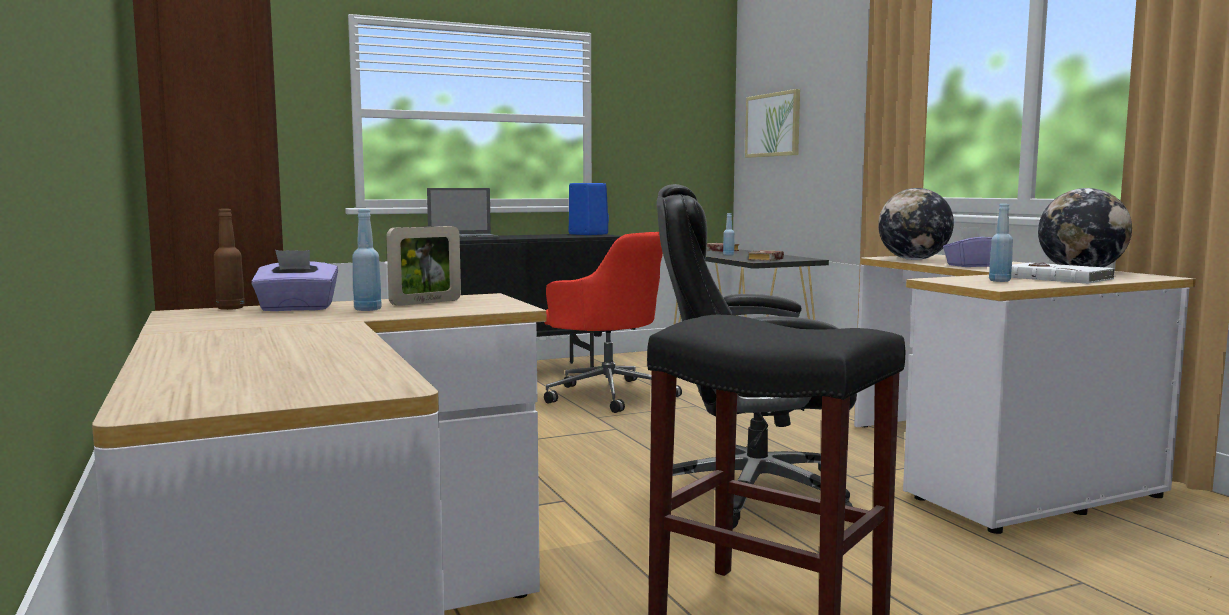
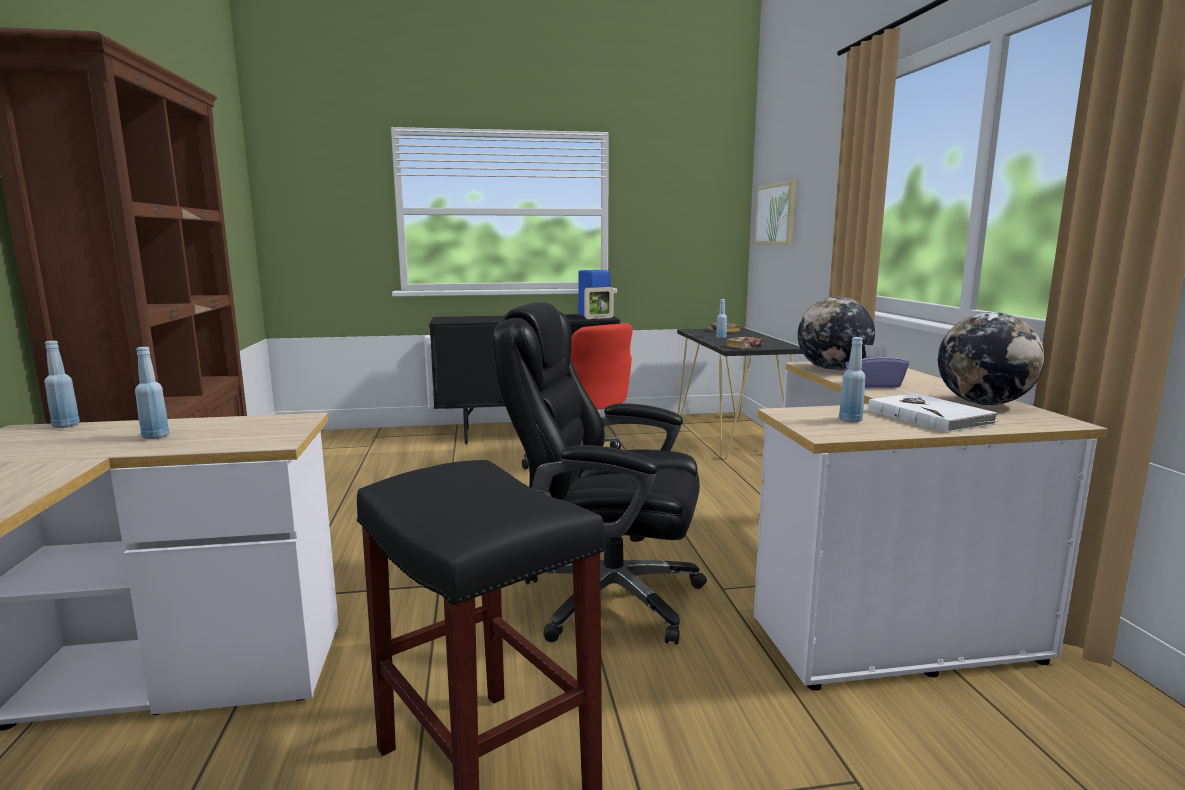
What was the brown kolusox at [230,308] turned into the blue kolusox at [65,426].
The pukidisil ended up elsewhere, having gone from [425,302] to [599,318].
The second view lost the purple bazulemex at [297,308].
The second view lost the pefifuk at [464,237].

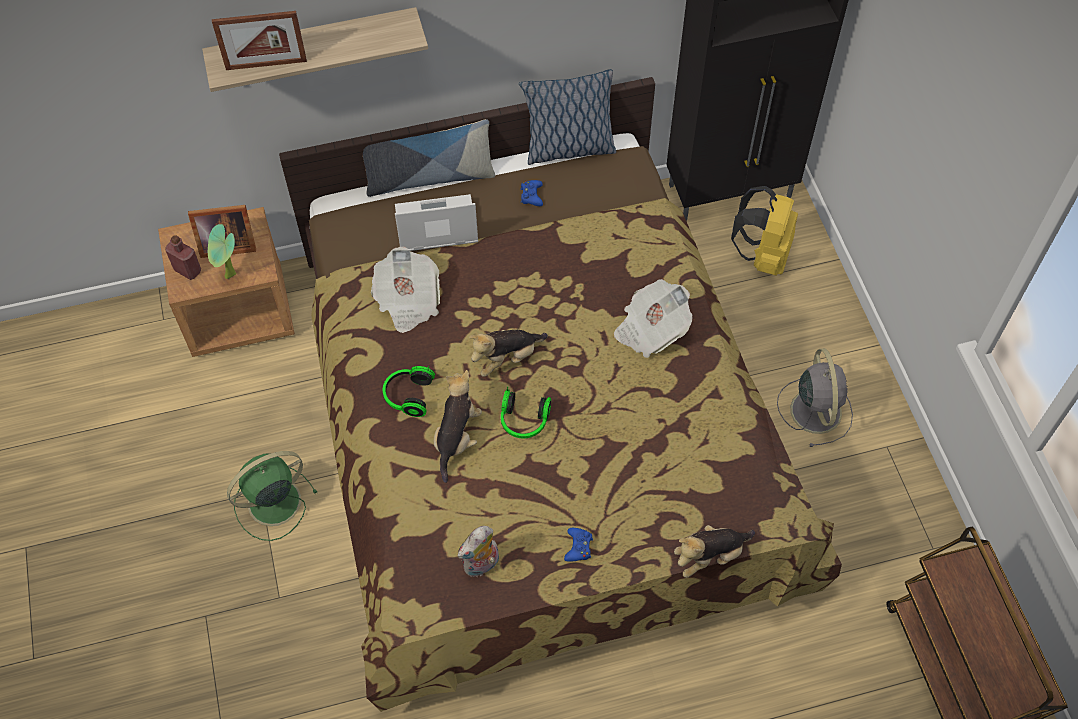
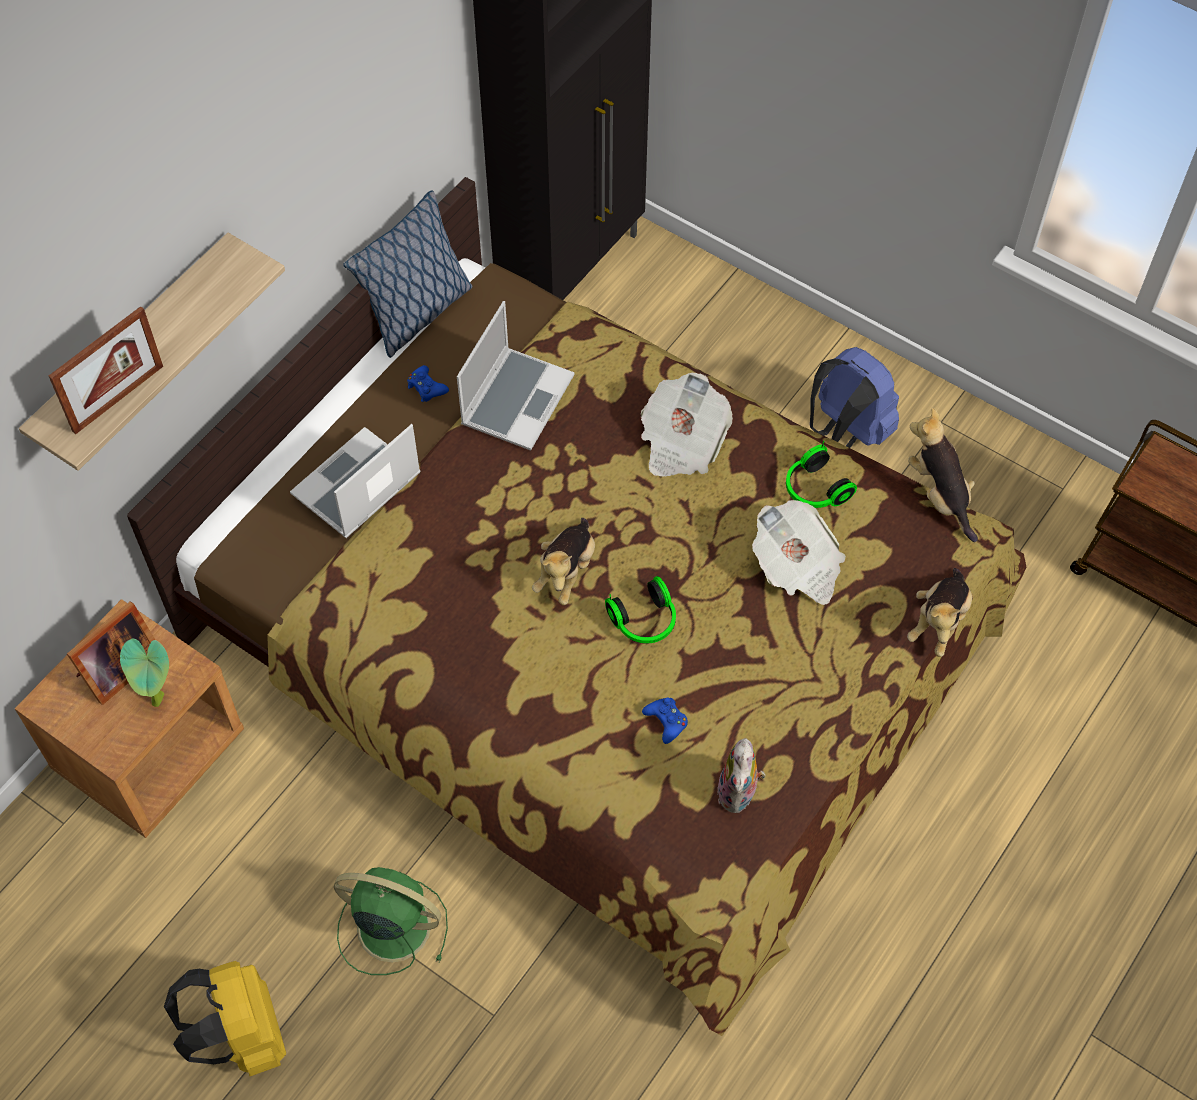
The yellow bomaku ended up elsewhere, having gone from [763,255] to [241,1036].
The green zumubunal at [272,503] ended up facing another way, 90 degrees clockwise from before.
The second view gained the pefifuk at [516,399].
The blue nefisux ended up elsewhere, having gone from [578,547] to [666,721].
The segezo ended up elsewhere, having gone from [408,301] to [797,567].
The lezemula ended up elsewhere, having gone from [408,396] to [814,490].
Where the grey zumubunal stood at [815,409], the blue bomaku came to stand at [846,431].
The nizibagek ended up elsewhere, having gone from [457,437] to [940,495].
The second view lost the red kolusox at [188,270].
The second view lost the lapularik at [429,178].

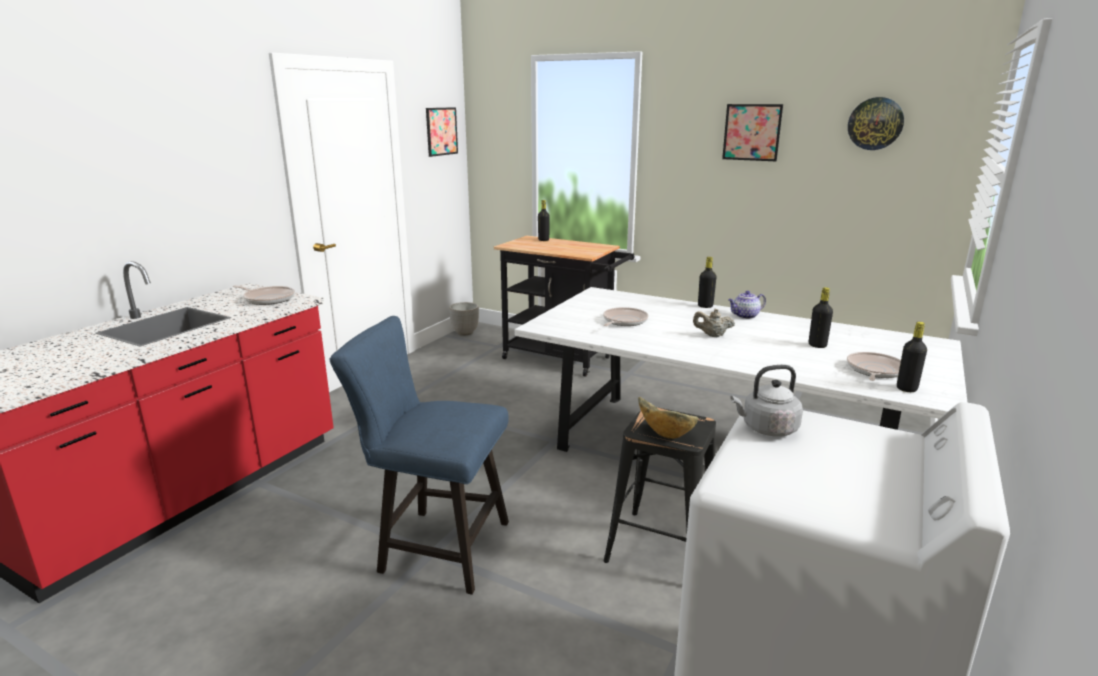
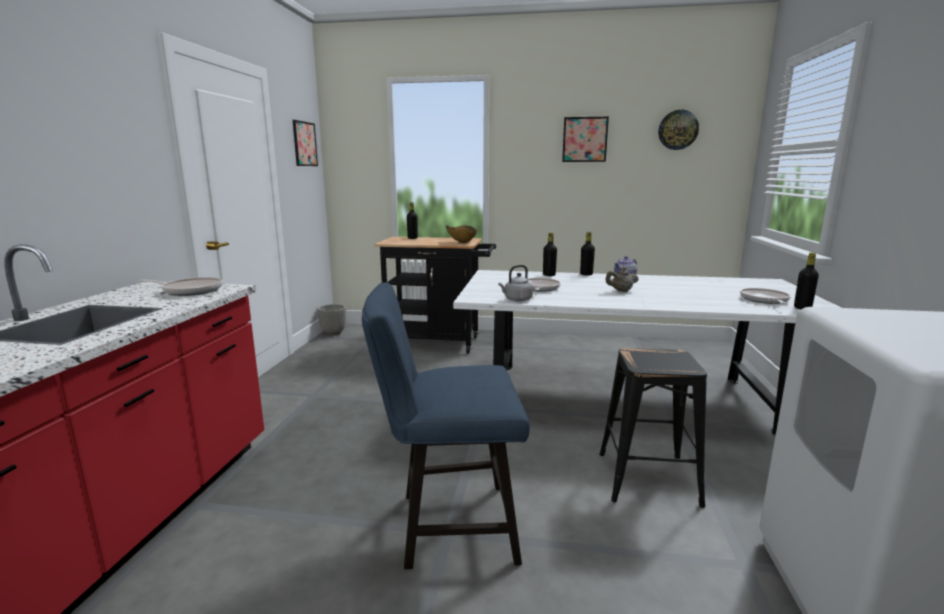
The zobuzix ended up elsewhere, having gone from [665,434] to [461,242].
The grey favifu ended up elsewhere, having gone from [766,429] to [517,300].
The black kolusox ended up elsewhere, having gone from [817,345] to [549,275].

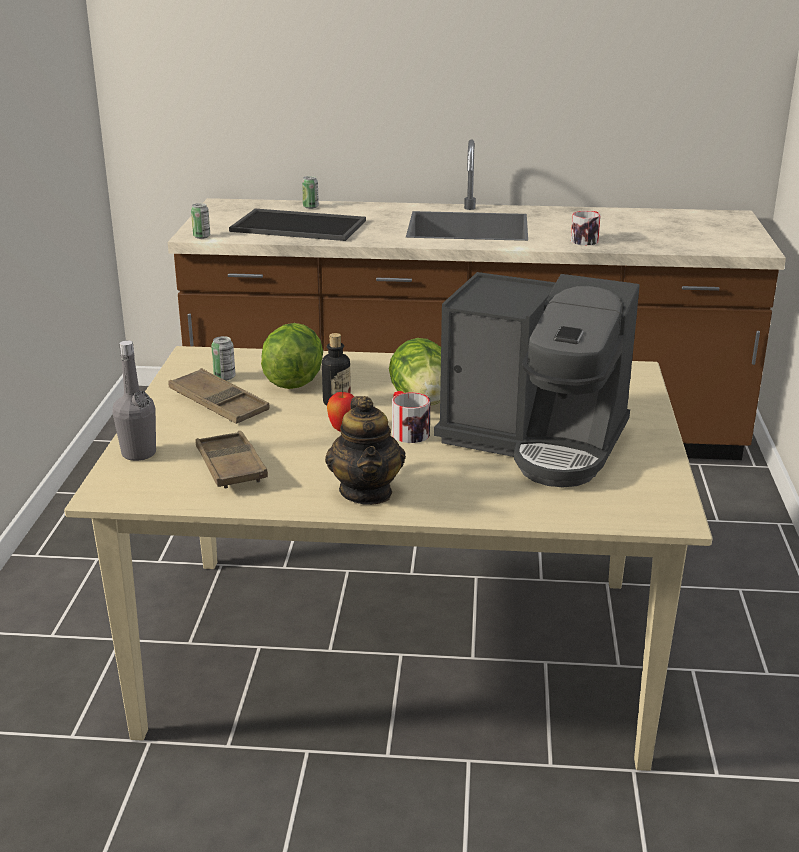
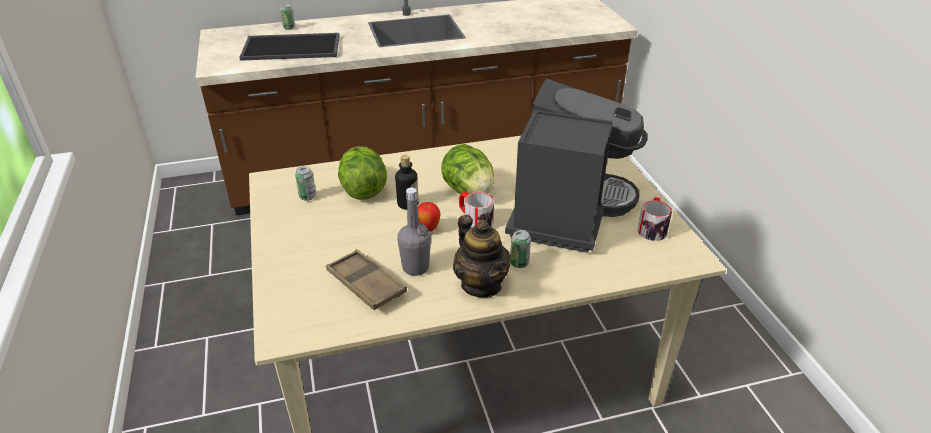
The grey kolusox ended up elsewhere, having gone from [139,453] to [415,267].
The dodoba at [536,441] ended up facing another way, 75 degrees counterclockwise from before.
The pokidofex ended up elsewhere, having gone from [201,236] to [519,263].
The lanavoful ended up elsewhere, having gone from [587,239] to [652,228].
The second view lost the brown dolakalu at [219,403].

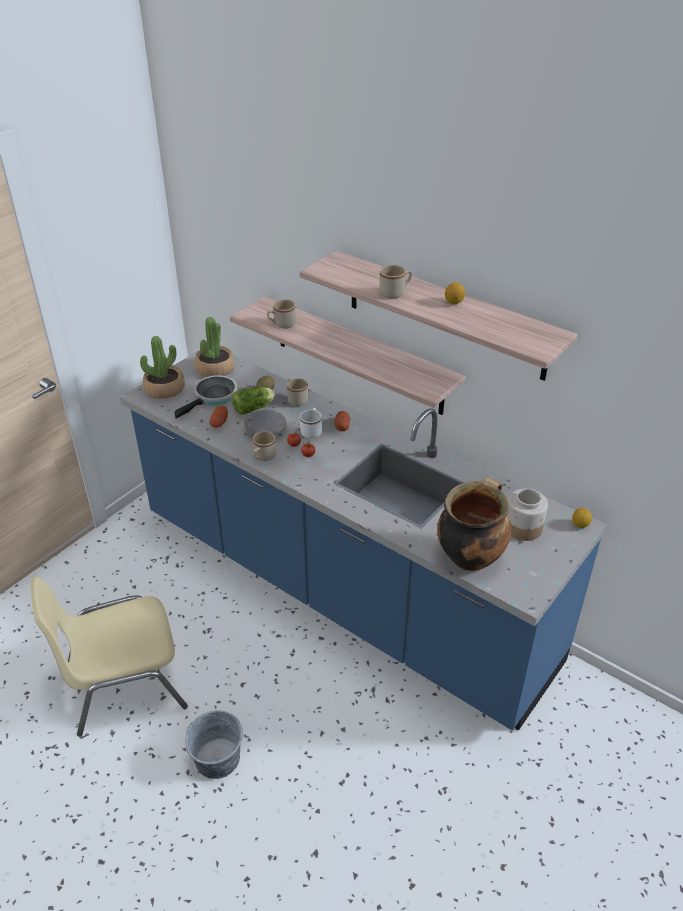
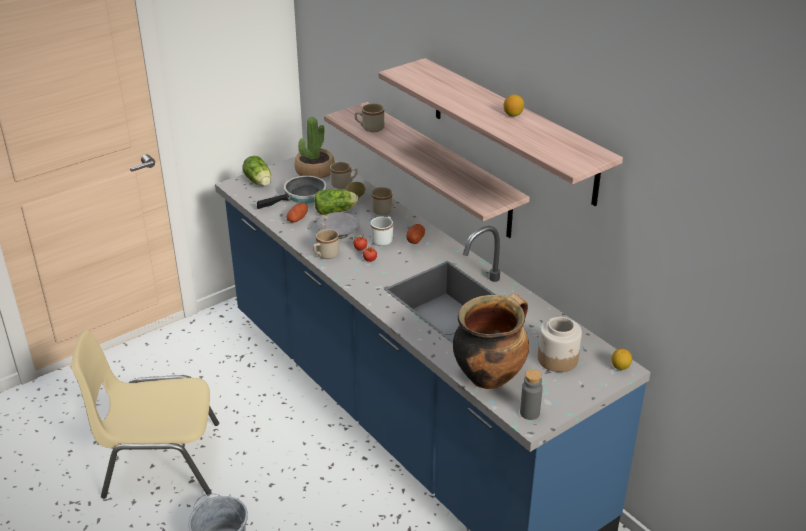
Where the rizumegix stood at [164,389], the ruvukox came to stand at [259,182].
The beige lanavoful ended up elsewhere, having gone from [395,293] to [344,184].
The second view gained the grey kolusox at [529,413].

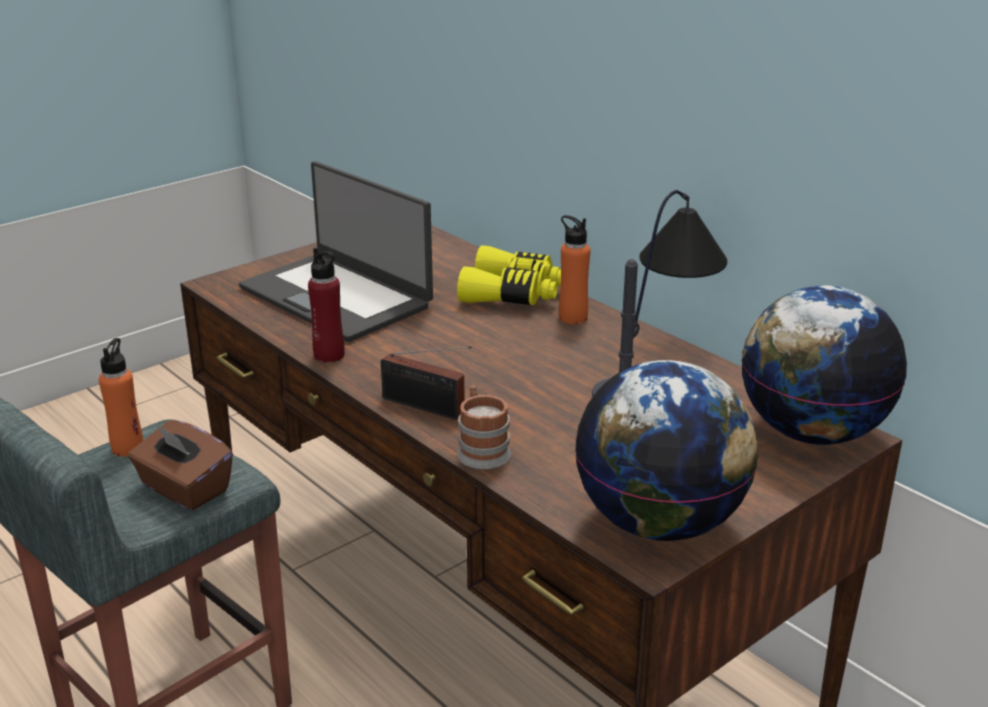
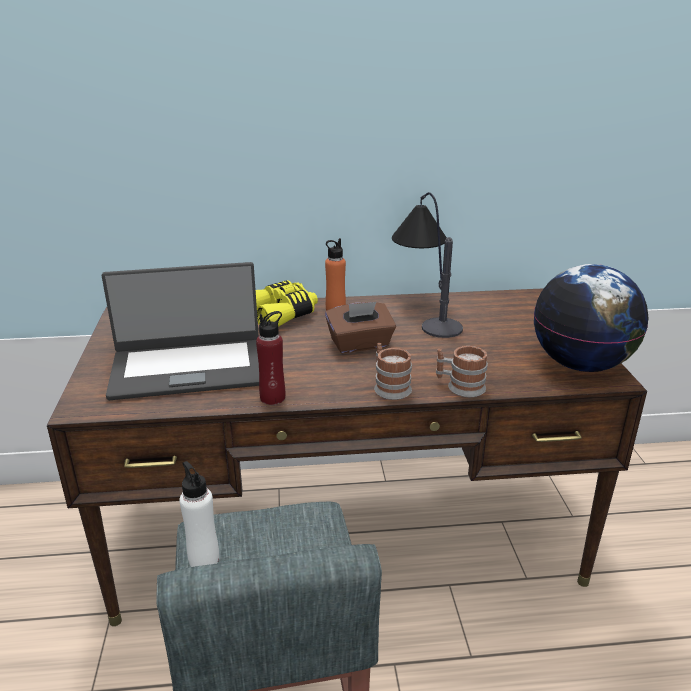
What was the orange kolusox at [128,448] turned into the white kolusox at [204,559].
The brown bazulemex ended up elsewhere, having gone from [184,489] to [360,344].
Where the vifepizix stood at [427,408], the lanavoful came to stand at [389,387].
The second view lost the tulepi at [811,432].

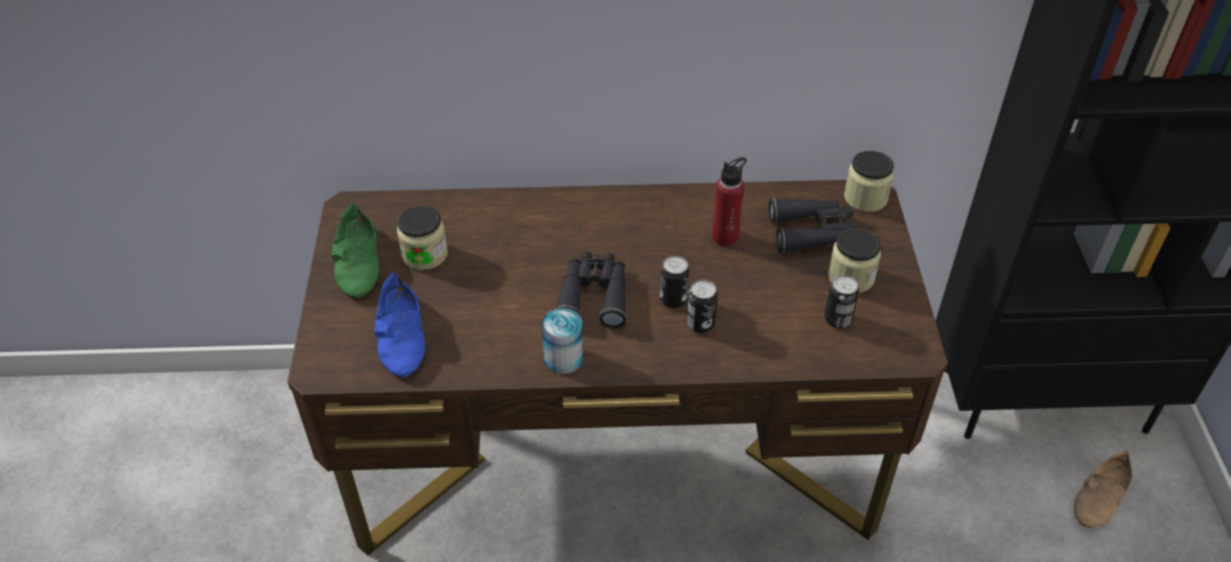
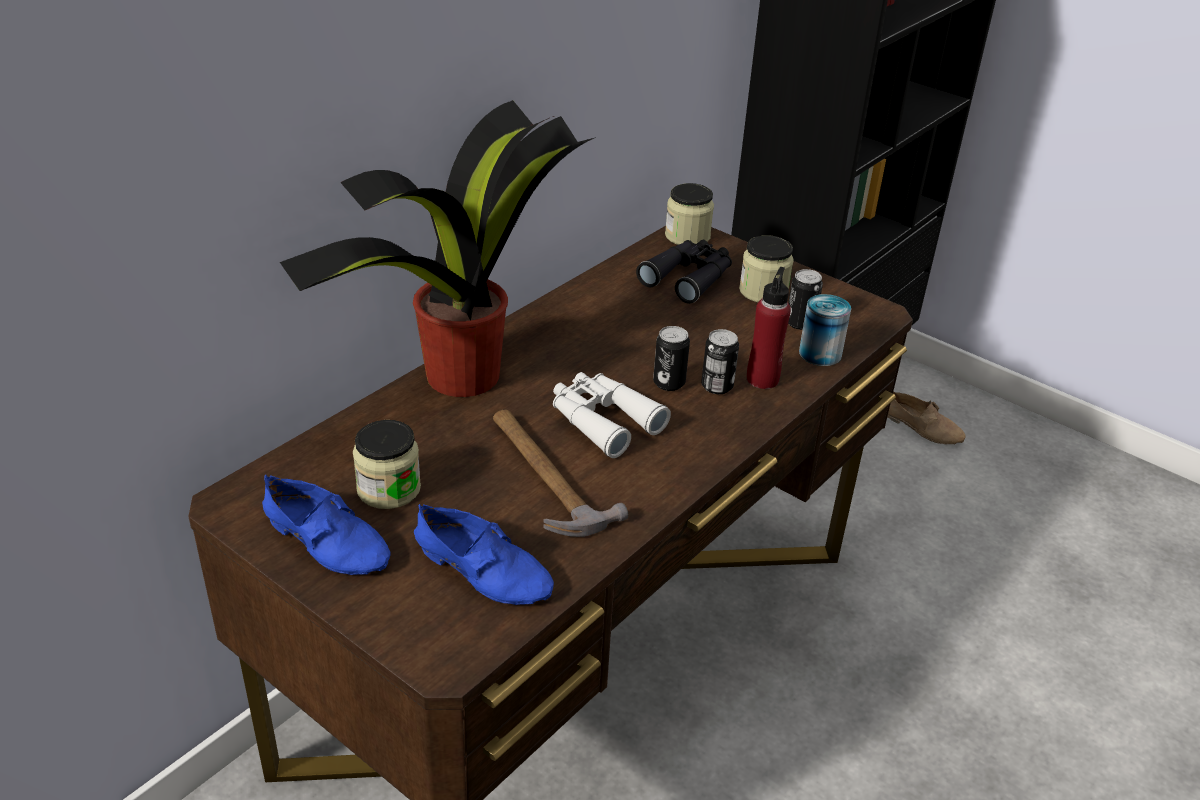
What was the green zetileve at [361,262] turned into the blue zetileve at [328,538].
The second view gained the rizumegix at [459,377].
The second view gained the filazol at [544,475].
What was the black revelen at [594,295] turned into the white revelen at [602,420].
The red kolusox ended up elsewhere, having gone from [725,237] to [762,379].
The pokidofex ended up elsewhere, having gone from [563,358] to [820,353].
The beige zetileve at [1102,498] ended up facing another way, 45 degrees counterclockwise from before.

